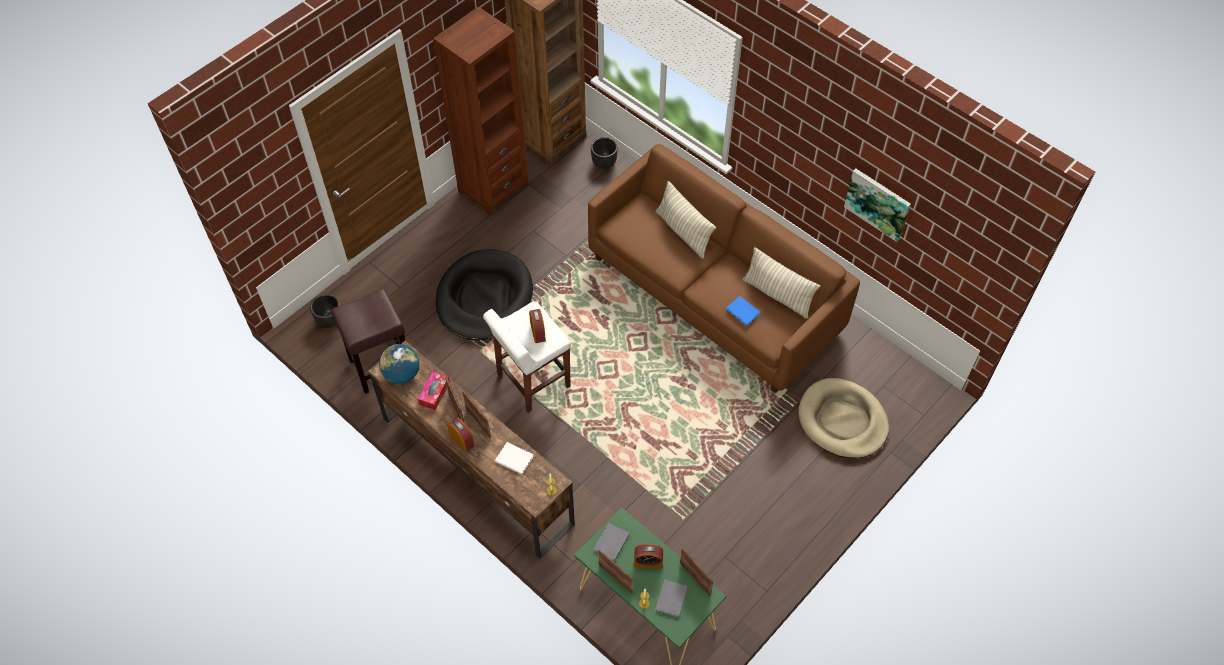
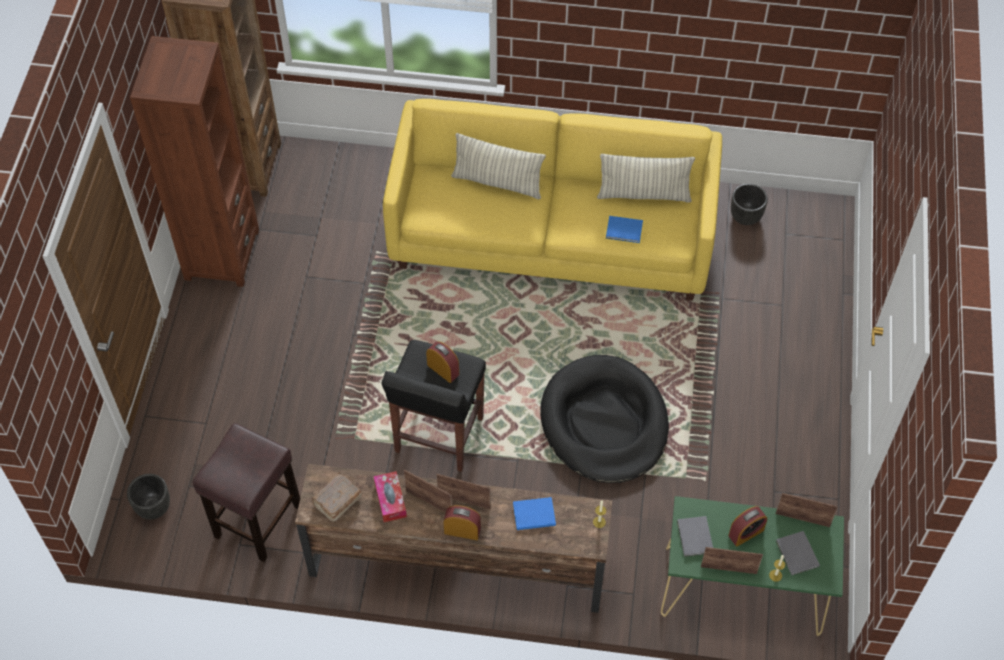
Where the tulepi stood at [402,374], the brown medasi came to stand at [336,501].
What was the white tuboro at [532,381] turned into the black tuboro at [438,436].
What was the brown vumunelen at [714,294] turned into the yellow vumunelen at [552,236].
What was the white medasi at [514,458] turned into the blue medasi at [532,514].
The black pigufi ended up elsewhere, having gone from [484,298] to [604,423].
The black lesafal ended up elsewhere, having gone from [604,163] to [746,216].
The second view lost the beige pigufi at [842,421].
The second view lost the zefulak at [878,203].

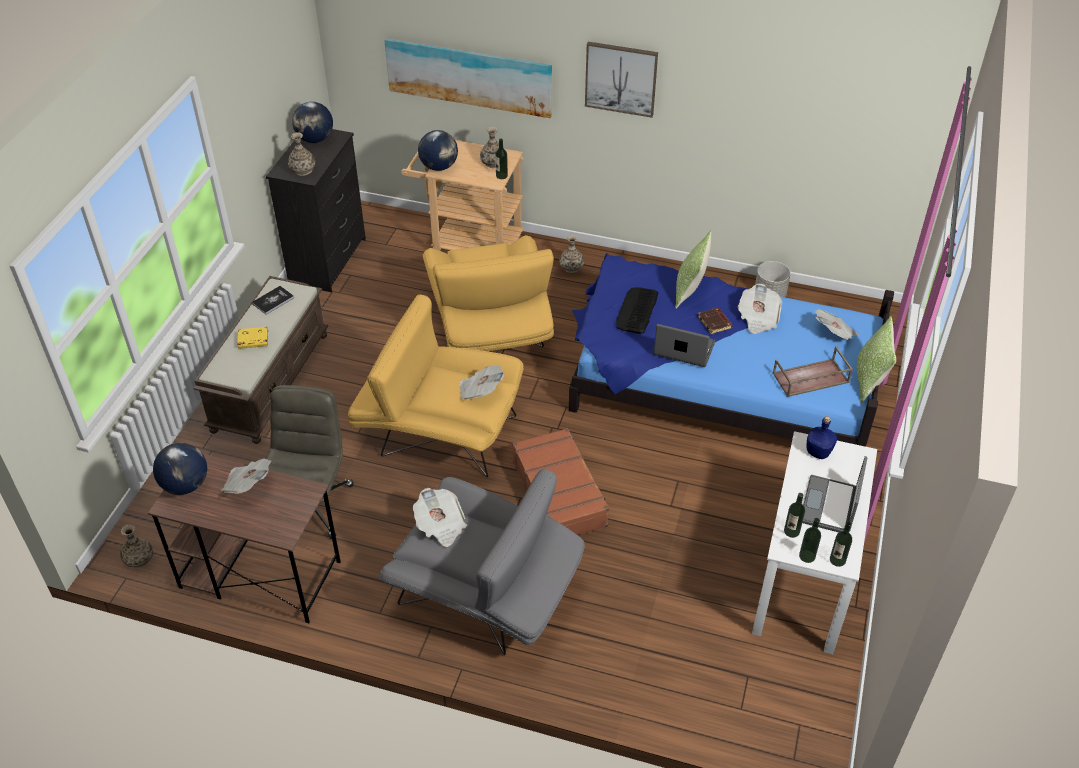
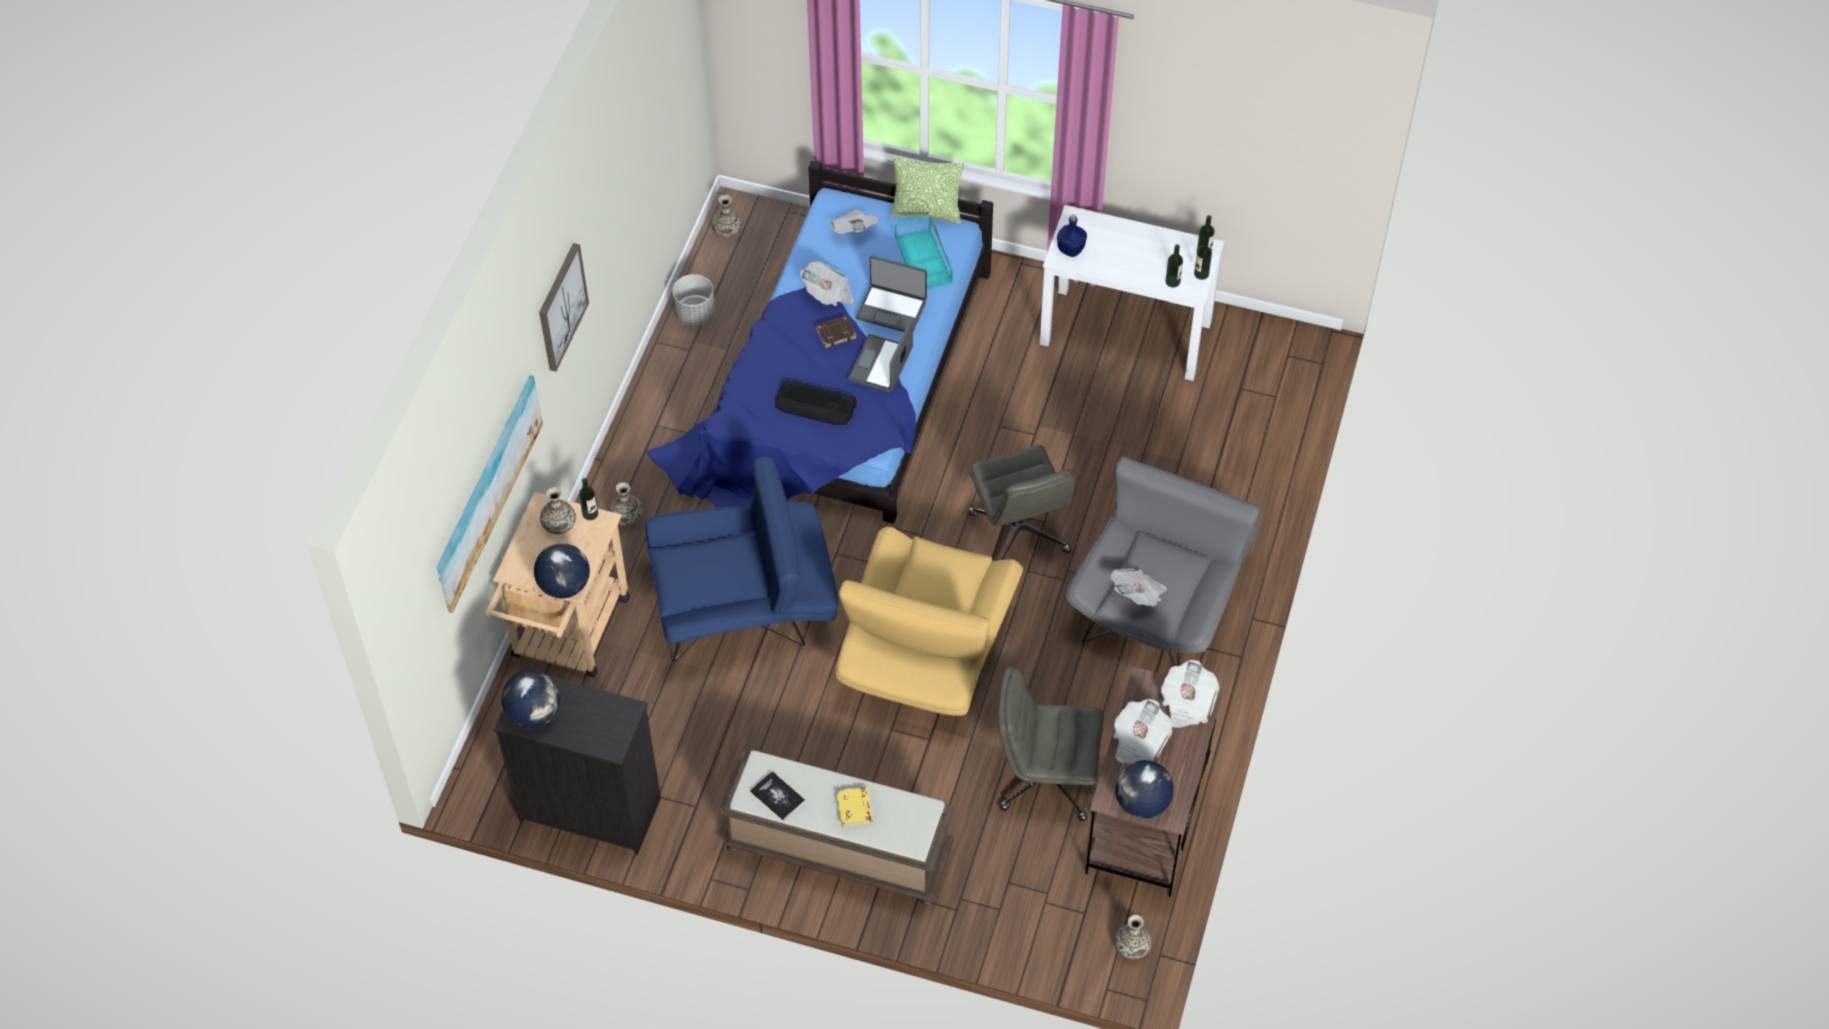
What was the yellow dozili at [491,328] turned into the blue dozili at [744,605].
The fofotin ended up elsewhere, having gone from [303,170] to [727,230].
The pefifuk ended up elsewhere, having gone from [830,506] to [892,309].
What was the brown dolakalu at [810,378] turned into the turquoise dolakalu at [924,260].
Where the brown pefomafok stood at [560,493], the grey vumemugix came to stand at [1020,533].
The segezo ended up elsewhere, having gone from [480,391] to [1187,704].
The second view lost the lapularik at [689,290].

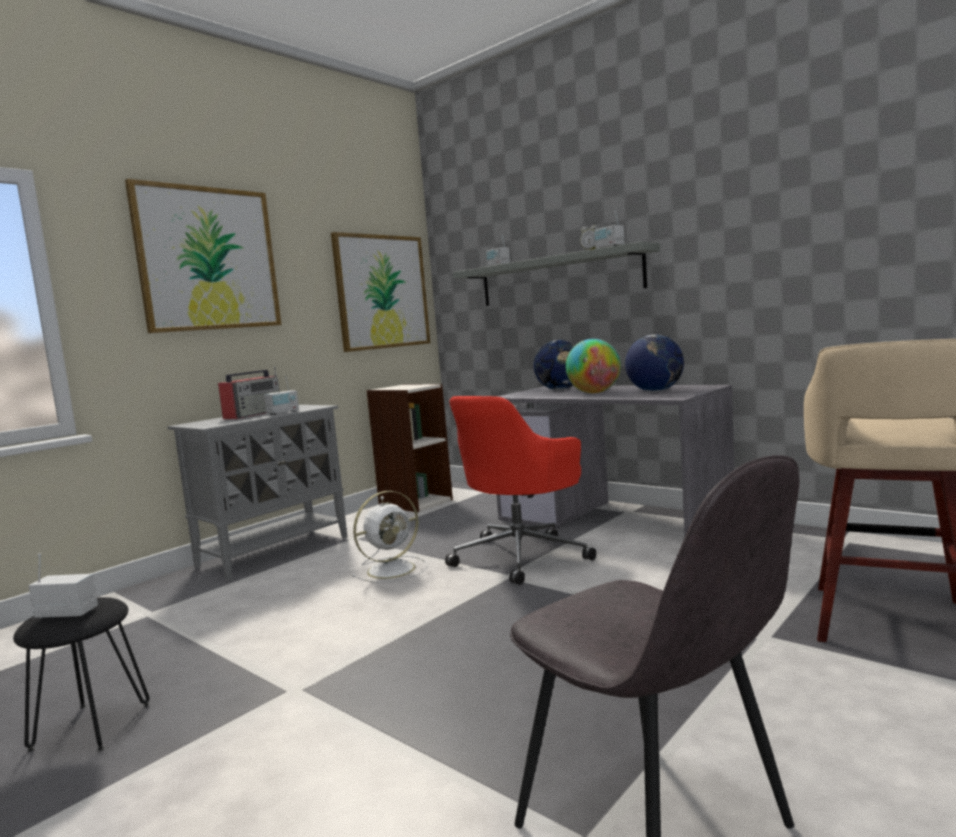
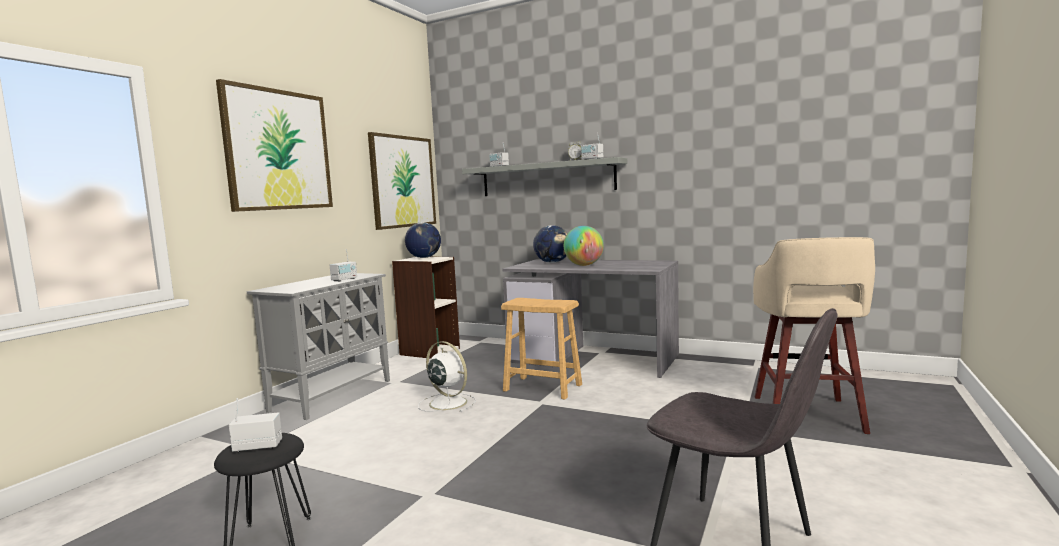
The tulepi ended up elsewhere, having gone from [655,391] to [424,257].
The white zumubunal at [393,569] ended up facing another way, 90 degrees counterclockwise from before.
Where the red vumemugix stood at [522,556], the brown tuboro came to stand at [542,388].
The second view lost the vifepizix at [254,414].

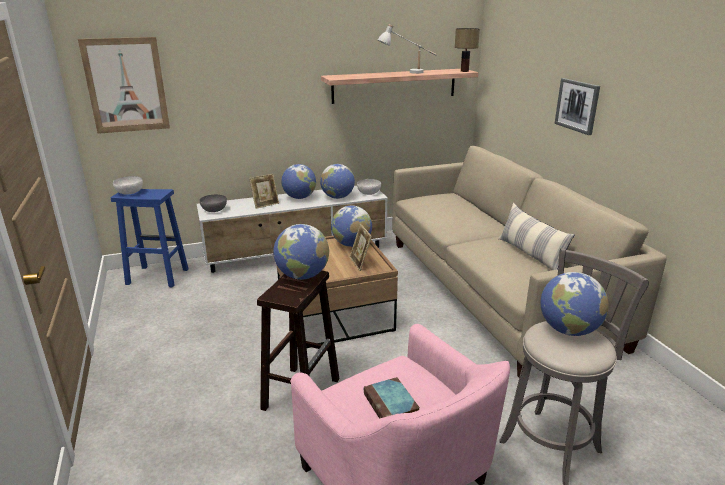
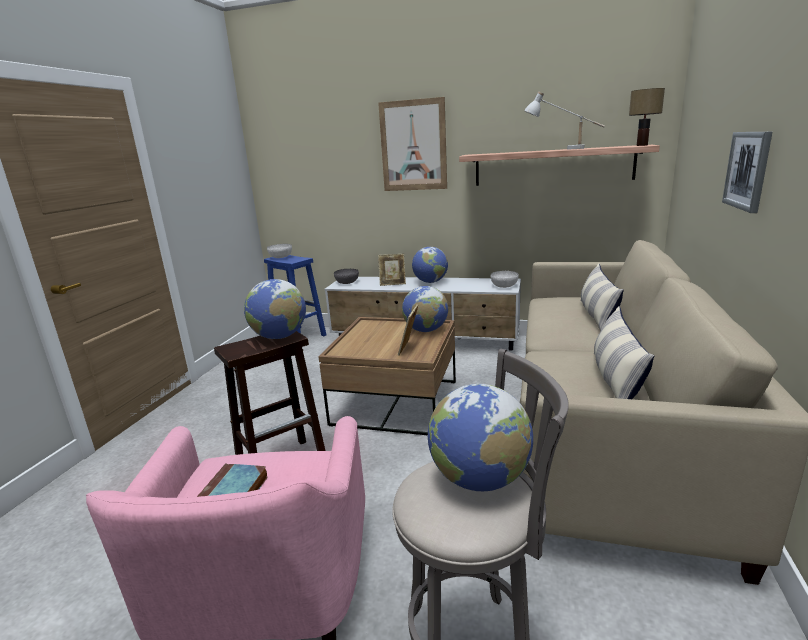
The zefulak ended up elsewhere, having gone from [126,85] to [413,146].
The second view gained the lapularik at [597,315].
The second view lost the tulepi at [337,197].

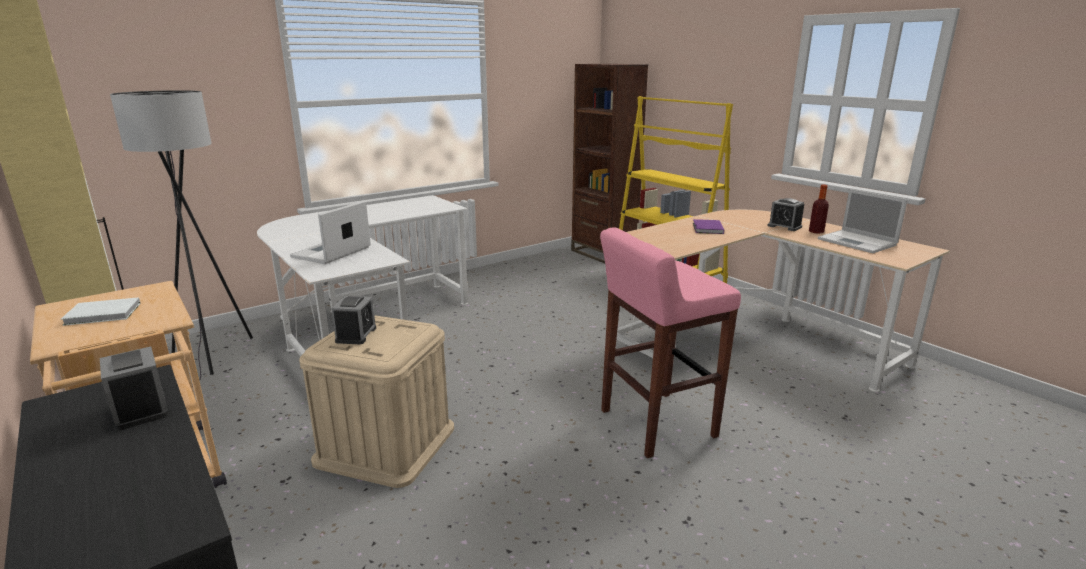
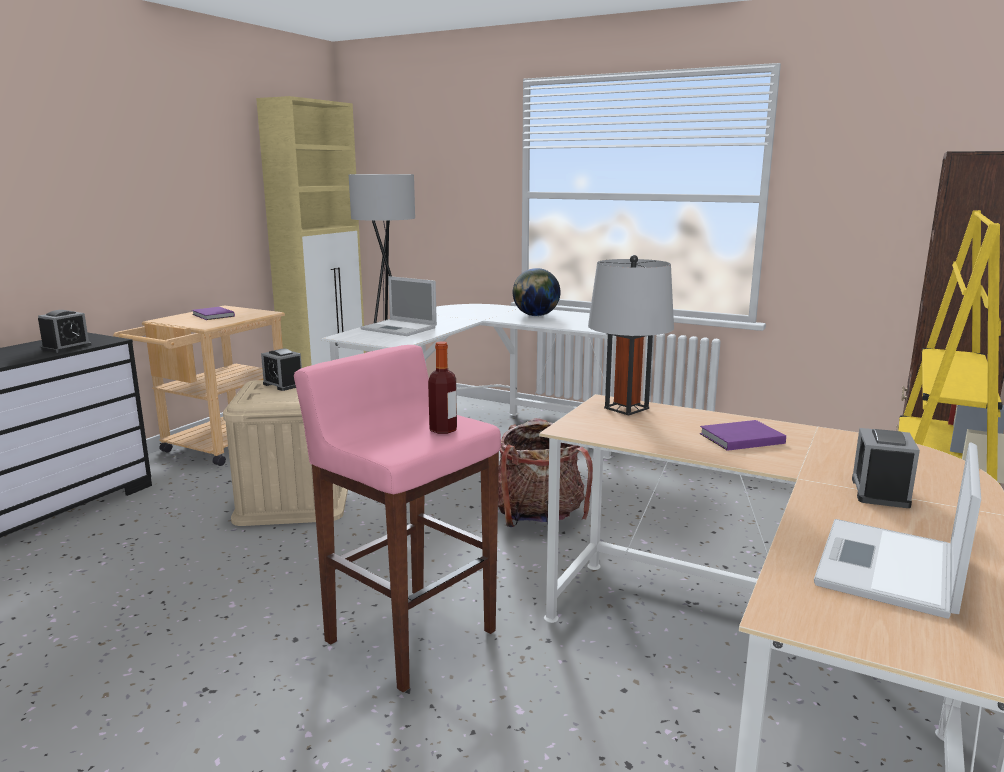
What was the white medasi at [104,314] turned into the purple medasi at [213,315].
The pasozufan at [356,335] ended up facing another way, 60 degrees clockwise from before.
The pefifuk at [330,252] ended up facing another way, 150 degrees counterclockwise from before.
The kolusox ended up elsewhere, having gone from [816,231] to [443,430].
The second view gained the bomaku at [539,518].
The second view gained the tulepi at [535,315].
The second view gained the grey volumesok at [626,408].

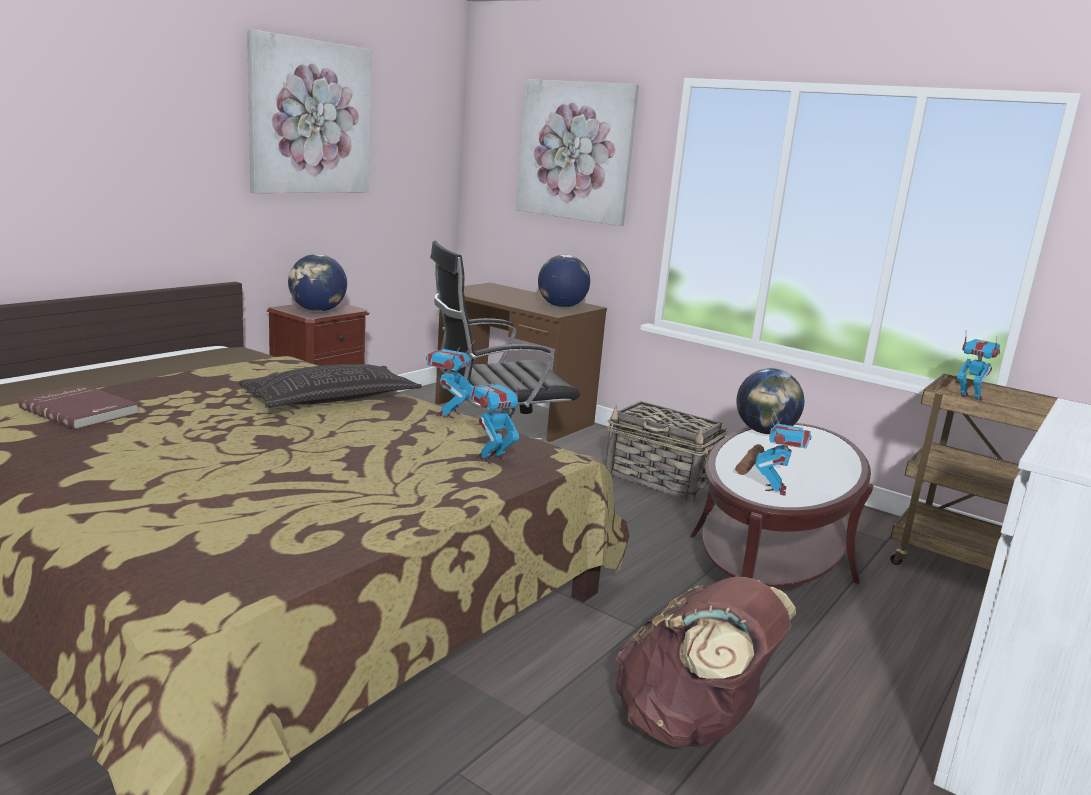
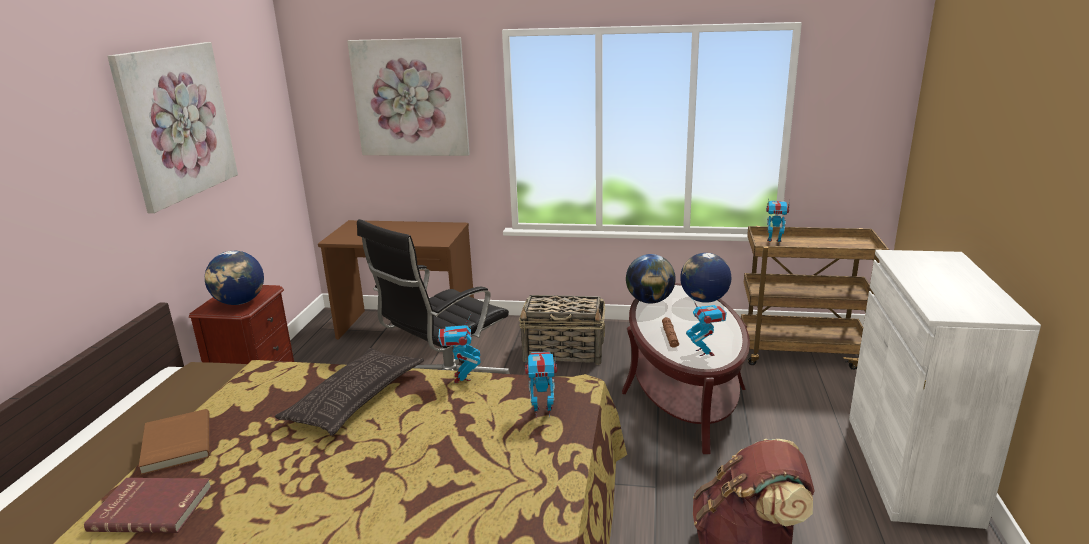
The second view gained the brown medasi at [175,444].
The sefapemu at [491,459] ended up facing another way, 60 degrees clockwise from before.
The tulepi ended up elsewhere, having gone from [561,306] to [703,300].

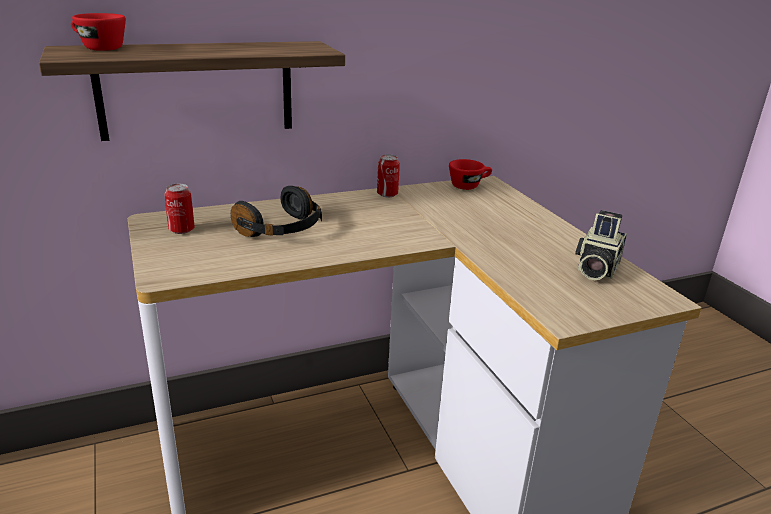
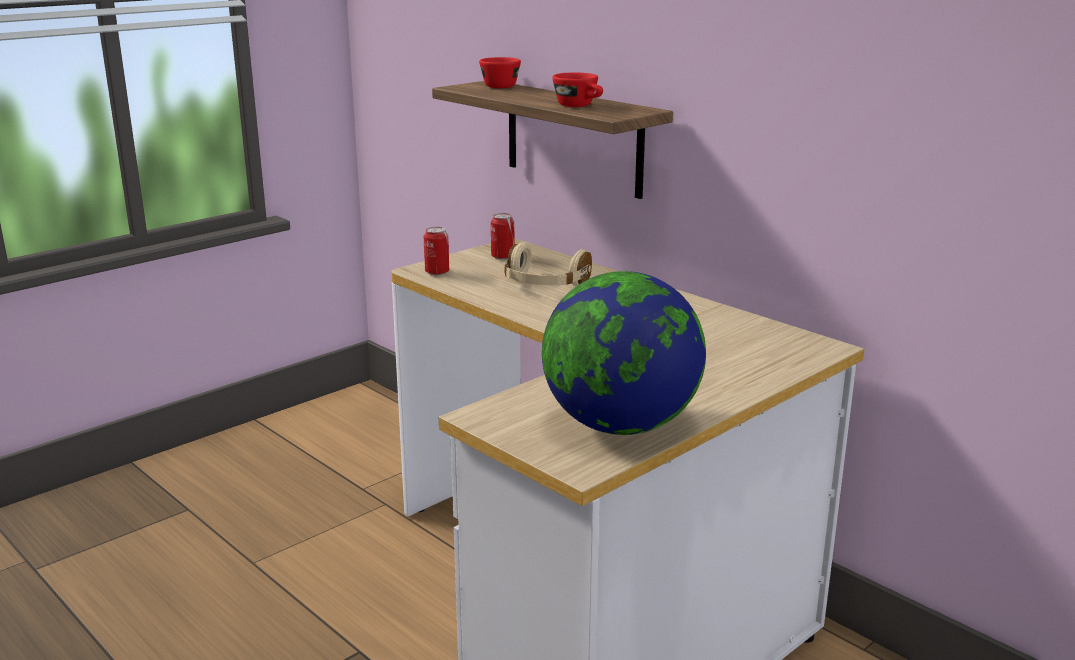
The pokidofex ended up elsewhere, having gone from [387,194] to [437,272].
What was the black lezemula at [282,230] turned into the beige lezemula at [544,284].
Where the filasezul stood at [595,269], the tulepi came to stand at [620,425].
The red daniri ended up elsewhere, having gone from [469,185] to [580,106].

